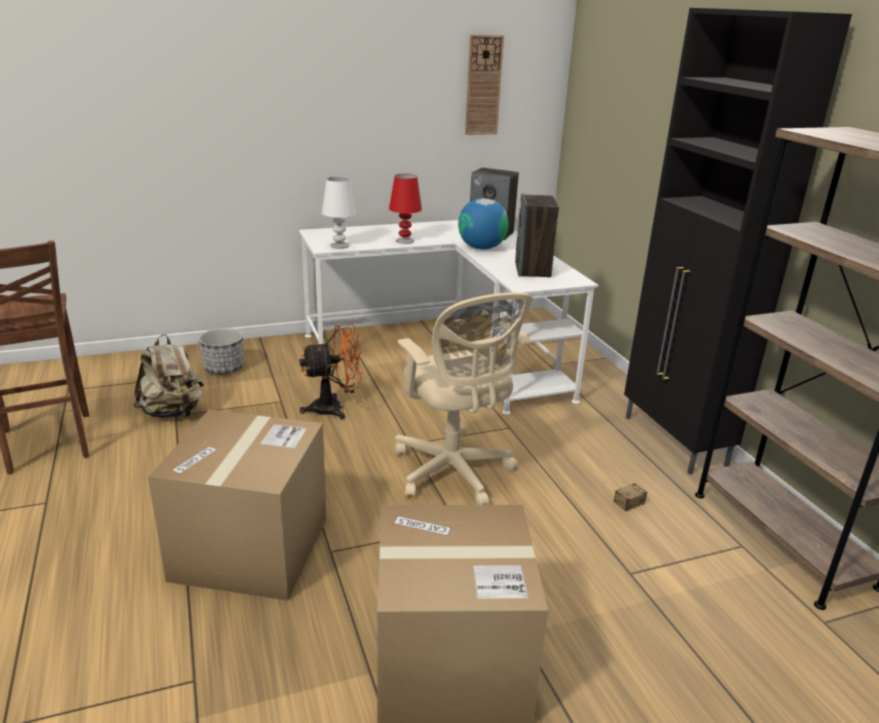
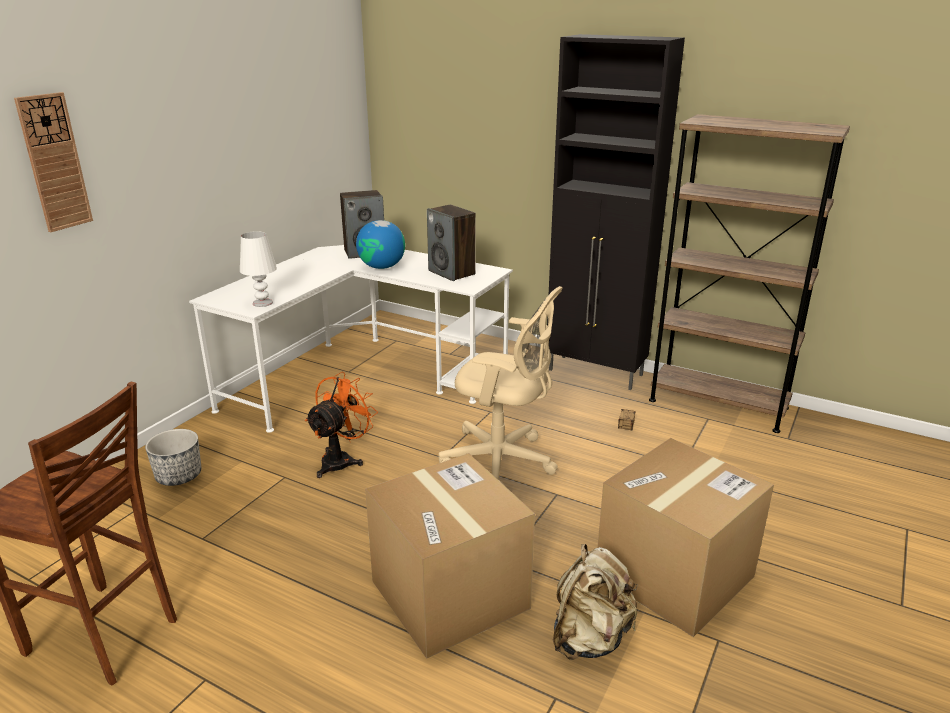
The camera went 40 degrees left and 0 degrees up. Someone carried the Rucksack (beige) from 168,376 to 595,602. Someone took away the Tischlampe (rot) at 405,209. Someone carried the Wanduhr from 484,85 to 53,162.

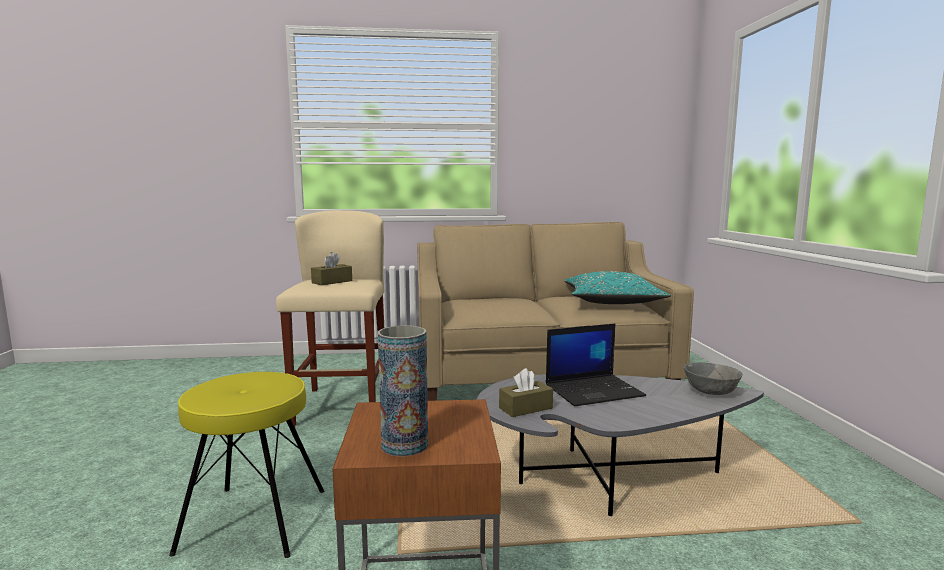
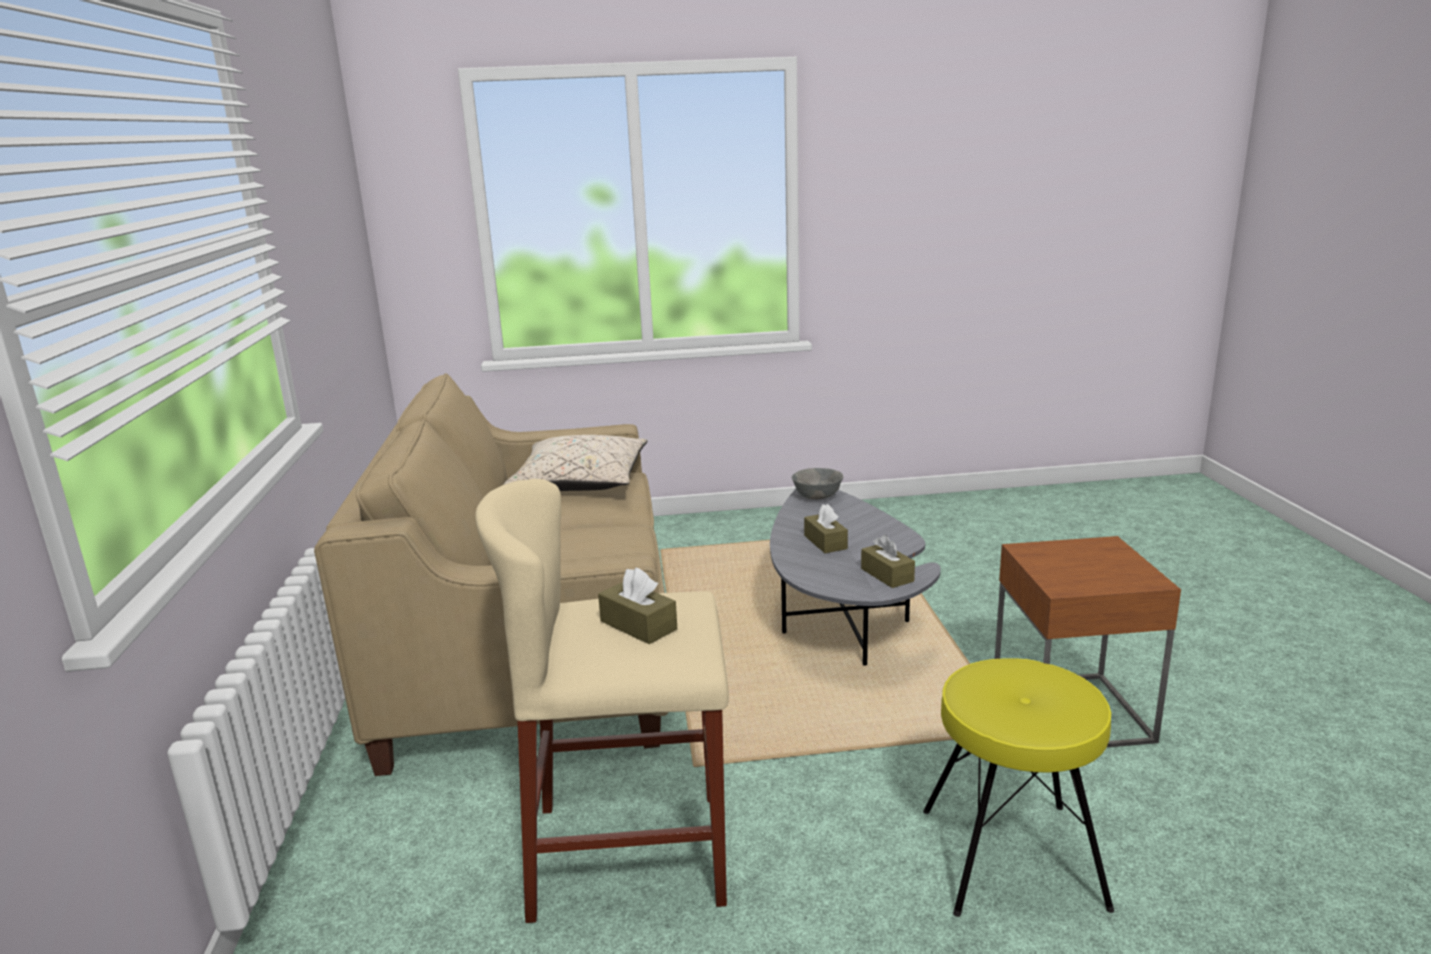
The camera went 90 degrees left and 10 degrees up. Someone took away the Vase at 403,391. Someone swapped the Laptop at 596,364 for the Taschentuchbox (braun) at 826,528. Someone repainted the Kissen (türkis) at 617,287, which became the Kissen (beige) at 575,463.

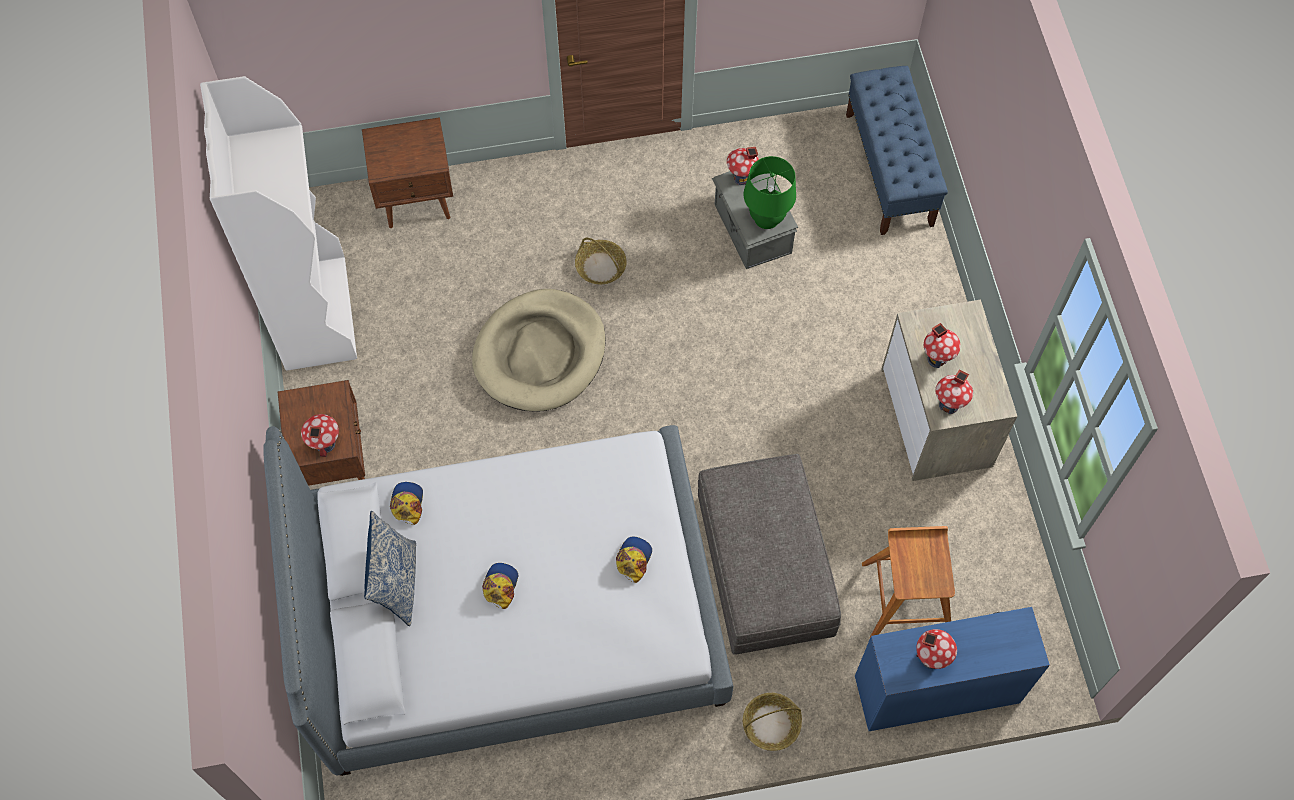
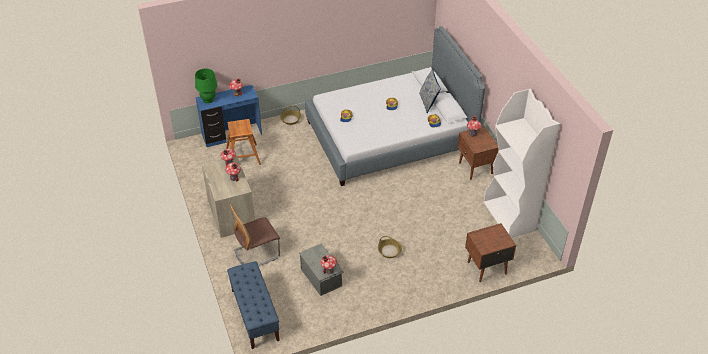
The camera went 170 degrees right and 20 degrees down. Someone took away the Hundebett (beige) at 539,350. Someone took away the Polsterhocker (grau) at 769,554. Someone carried the Tischlampe (grün) from 770,192 to 206,85. Someone put down the Stuhl at 255,235.

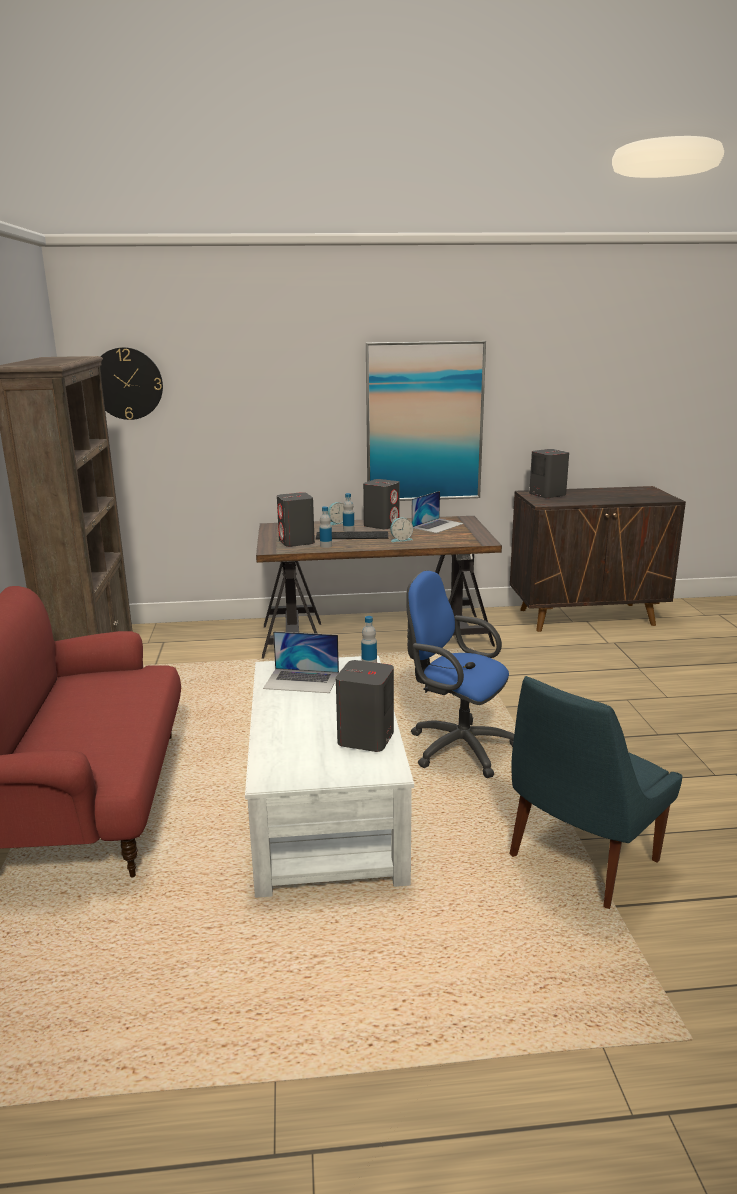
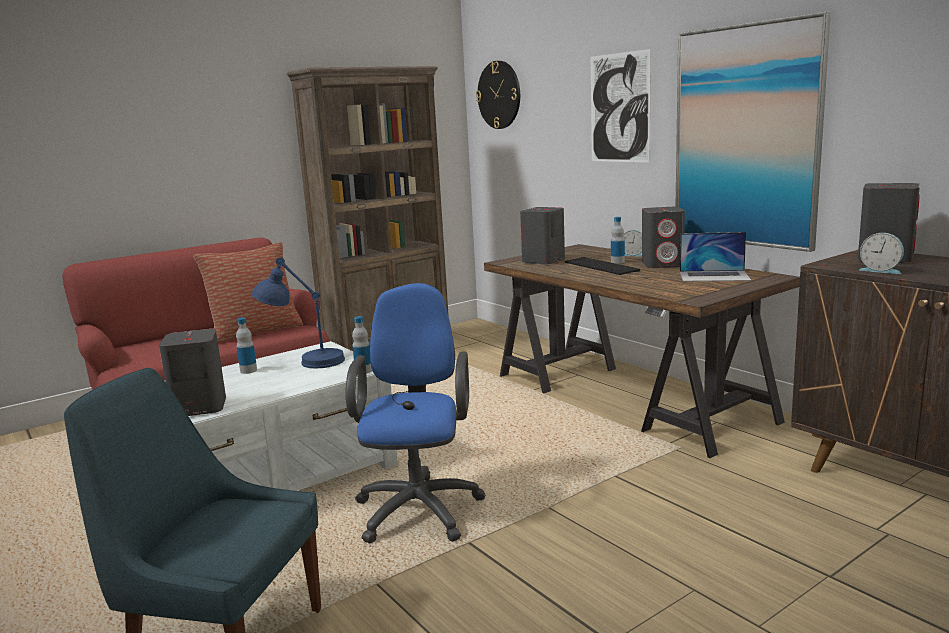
The camera went 60 degrees right and 5 degrees down. Someone swapped the Laptop at 301,662 for the Tischlampe (blau) at 298,312. Someone carried the Flasche from 325,527 to 246,345. Someone carried the Wecker from 401,530 to 881,253. Someone put down the Kissen at 248,292. Someone put up the Bild at 621,105.

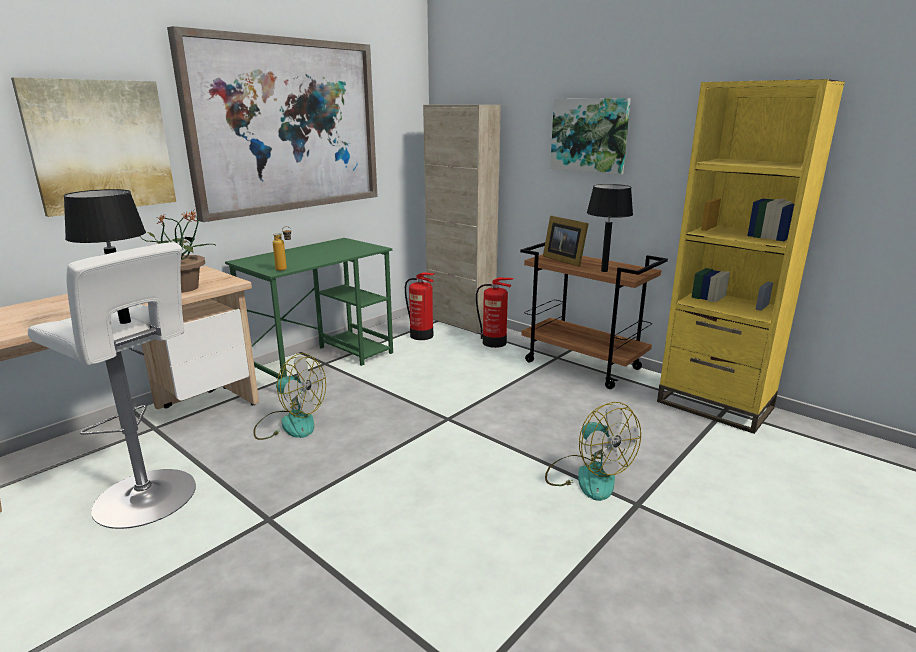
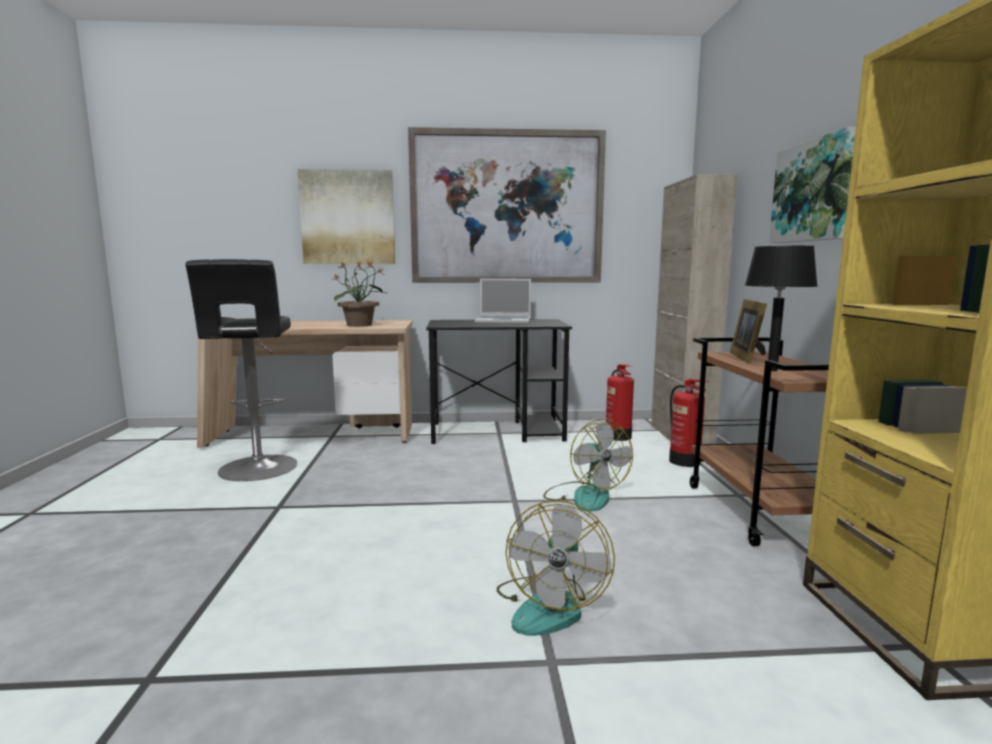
The camera went 45 degrees right and 10 degrees down. Someone repainted the Hocker (weiß) at 112,385, which became the Hocker (schwarz) at 242,370. Someone took away the Tischlampe (schwarz) at 104,256. Someone repainted the Schreibtisch (grün) at 309,308, which became the Schreibtisch (schwarz) at 499,381. Someone carried the Ventilator from 289,396 to 588,465. Someone took away the Flasche at 282,248. Someone put down the Laptop at 503,301.

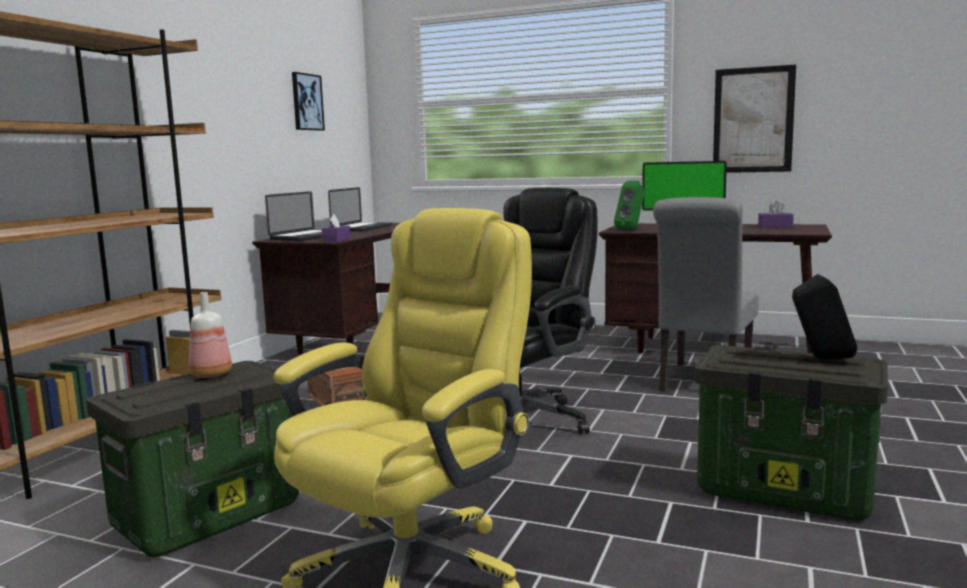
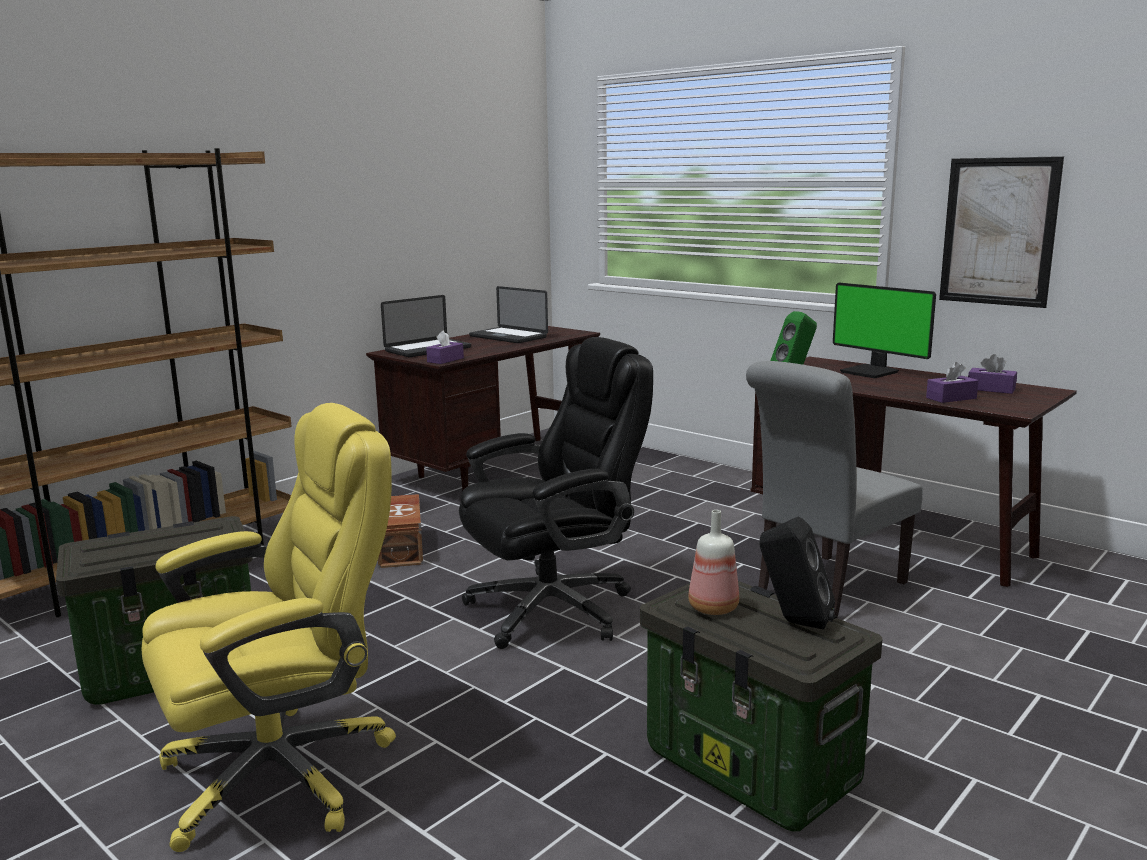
The camera went 20 degrees right and 5 degrees up. Someone carried the Flasche from 210,335 to 713,562. Someone took away the Bild at 308,101. Someone rotated the Laptop at 360,209 by 90 degrees clockwise. Someone put down the Taschentuchbox (lila) at 952,382.

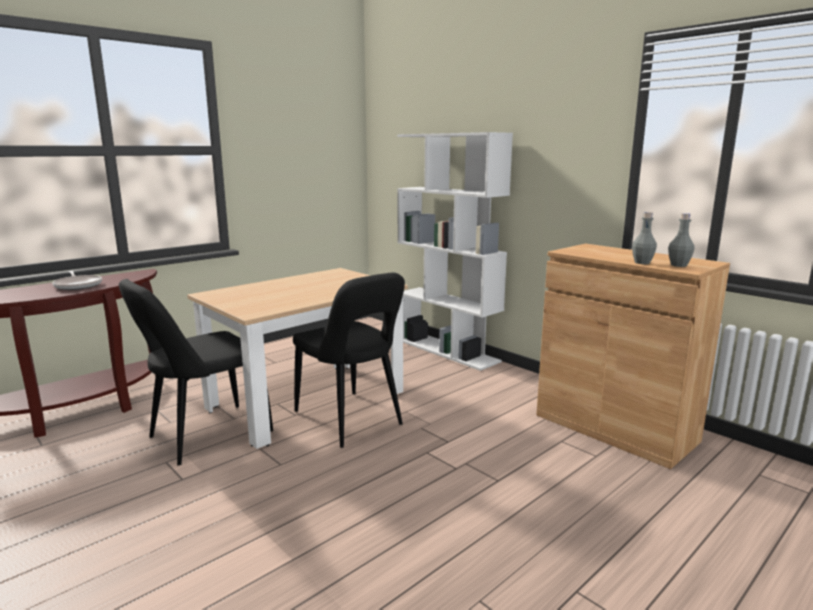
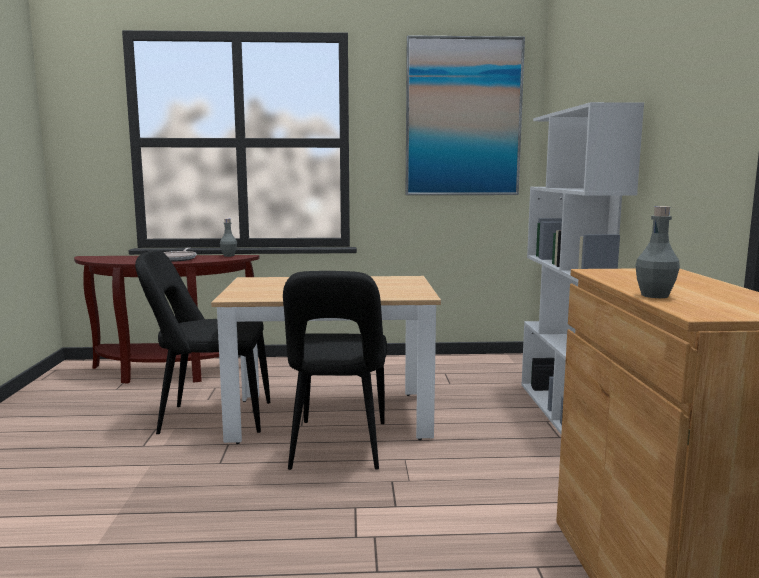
The camera went 40 degrees right and 5 degrees down. Someone carried the Flasche (grau) from 681,240 to 228,238. Someone put up the Bild at 465,115.

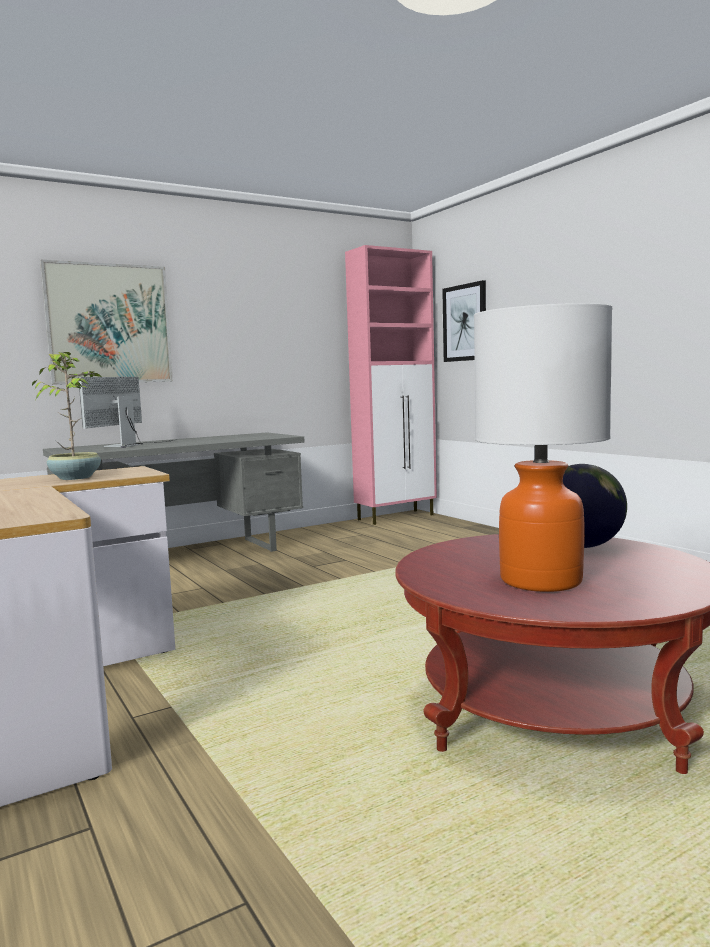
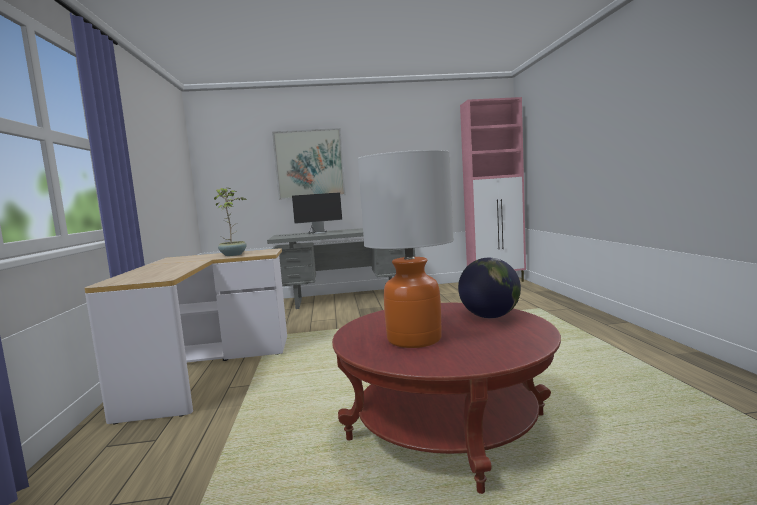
The camera went 25 degrees right and 0 degrees up. Someone rotated the Monitor at 126,412 by 150 degrees counterclockwise. Someone took away the Bild at 464,321.

